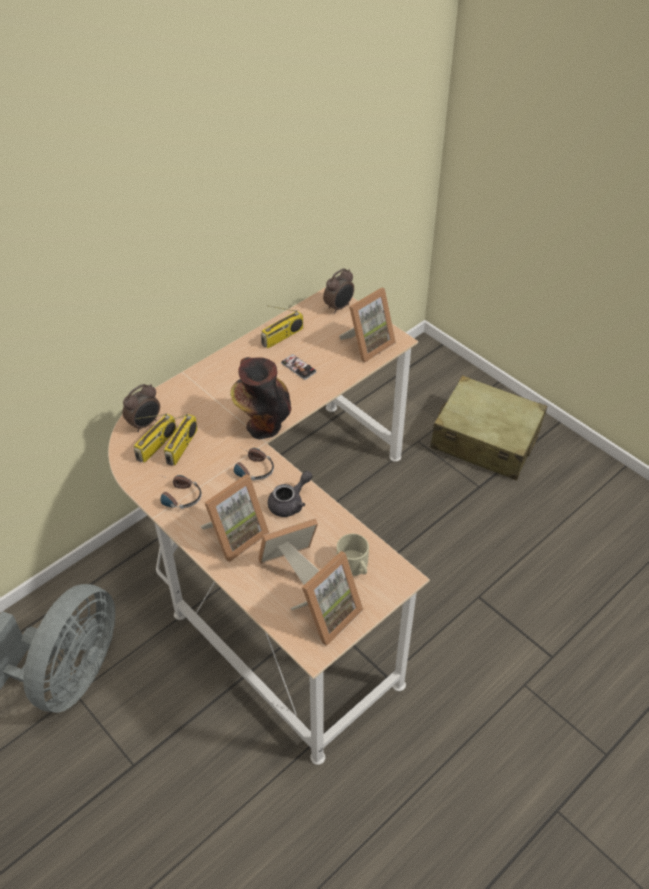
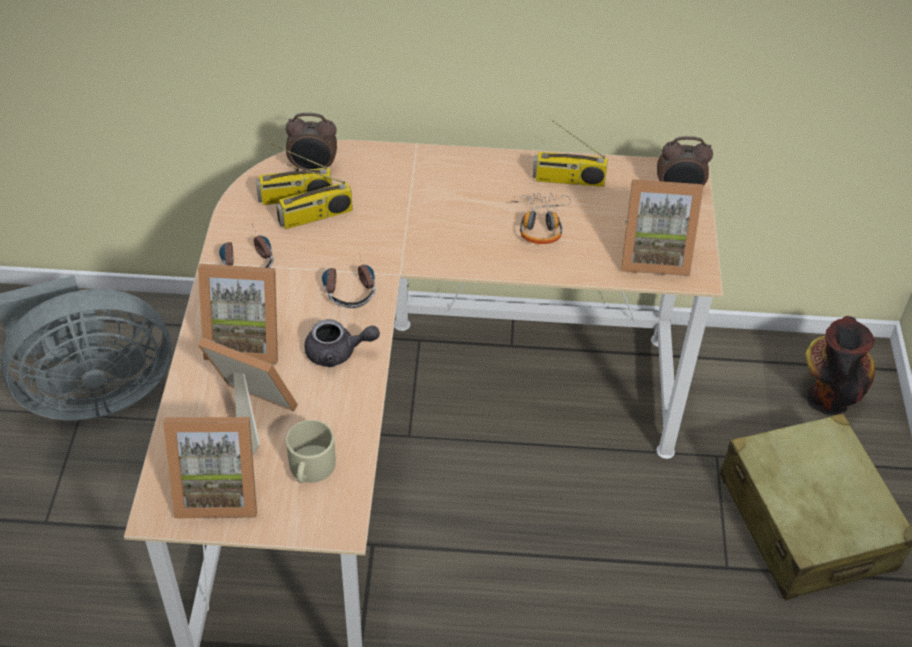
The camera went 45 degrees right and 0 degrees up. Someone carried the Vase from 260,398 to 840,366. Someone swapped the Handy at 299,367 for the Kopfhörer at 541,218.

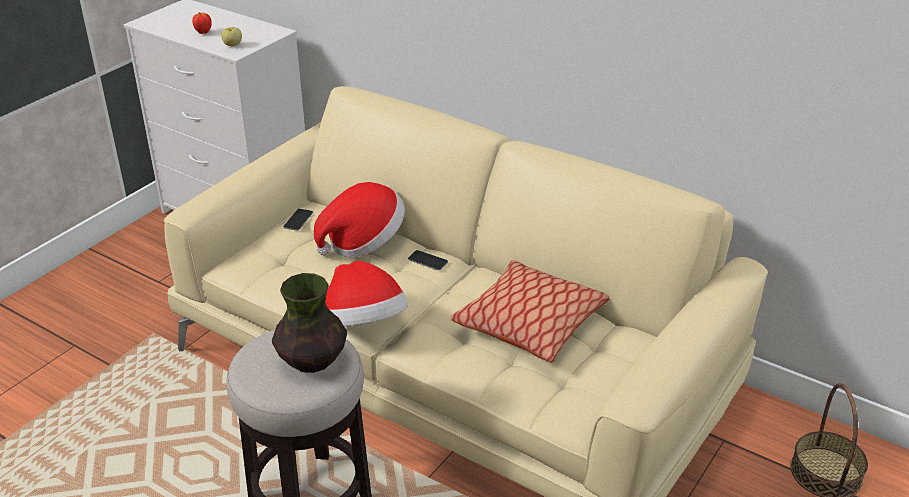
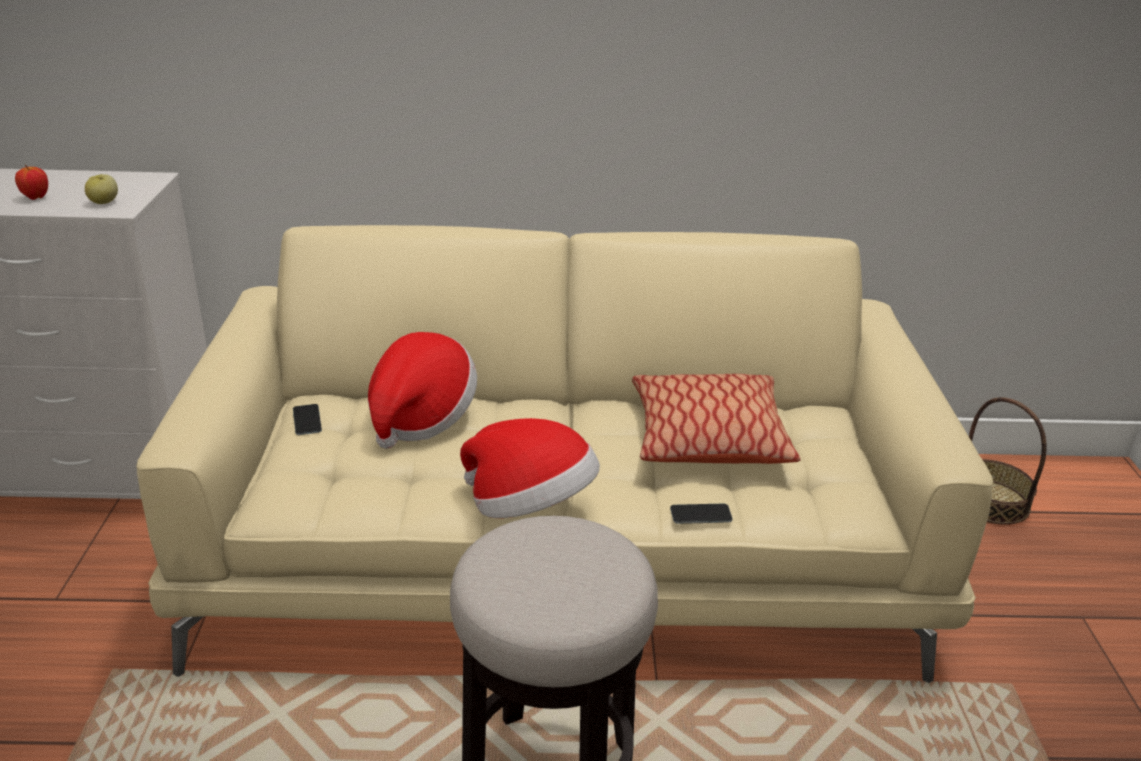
The camera went 35 degrees left and 5 degrees down. Someone took away the Vase at 309,323. Someone carried the Handy from 428,260 to 701,514.

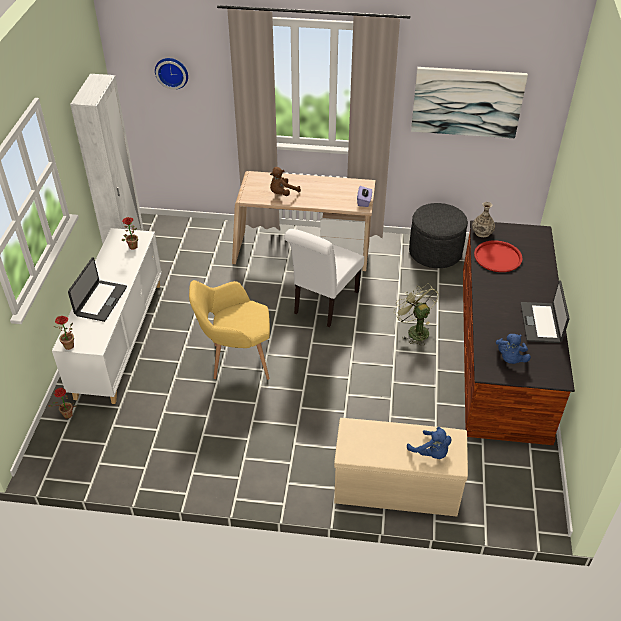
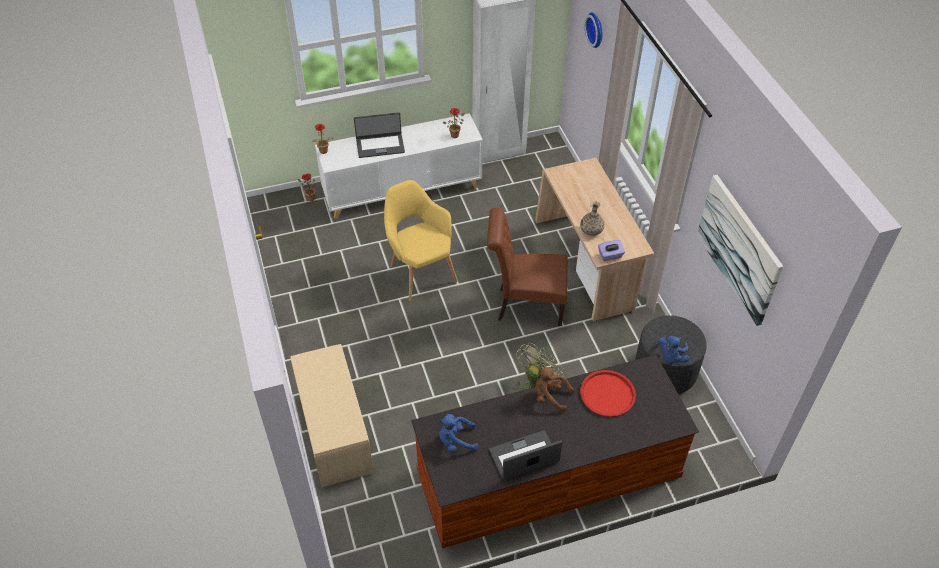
The camera went 65 degrees right and 5 degrees up. Someone carried the Plüschtier (braun) from 285,181 to 555,389. Someone repainted the Stuhl (weiß) at 324,278, which became the Stuhl (braun) at 527,267. Someone carried the Plüschtier (blau) from 429,443 to 673,349. Someone carried the Vase from 483,219 to 592,219.

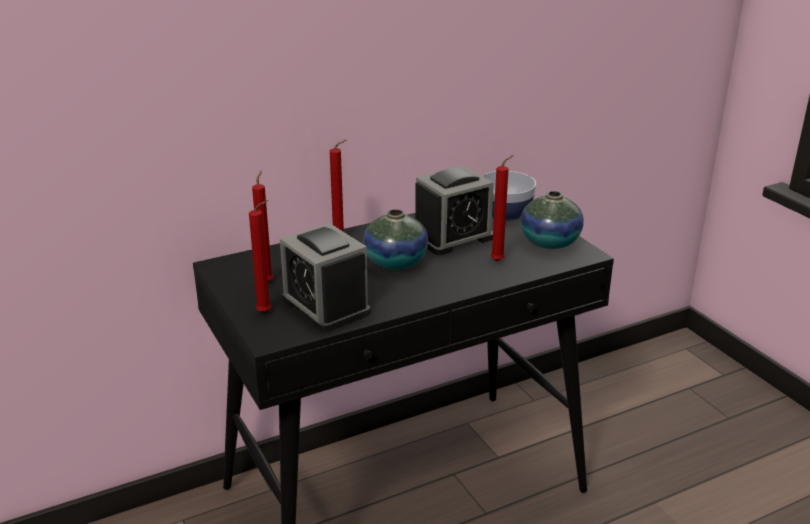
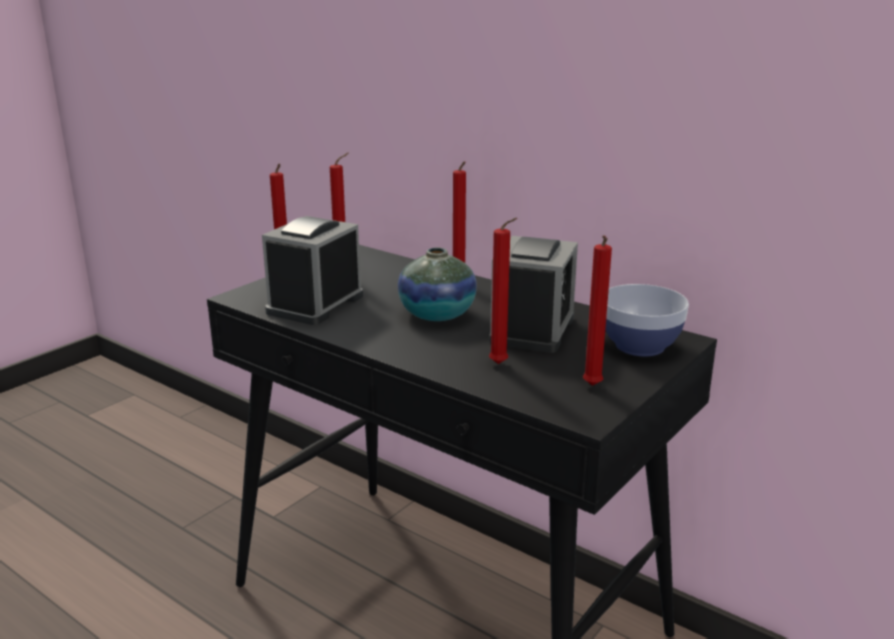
The camera went 65 degrees right and 5 degrees down. Someone rotated the Wecker at 454,210 by 105 degrees counterclockwise. Someone swapped the Vase at 552,220 for the Kerze (rot) at 597,310.

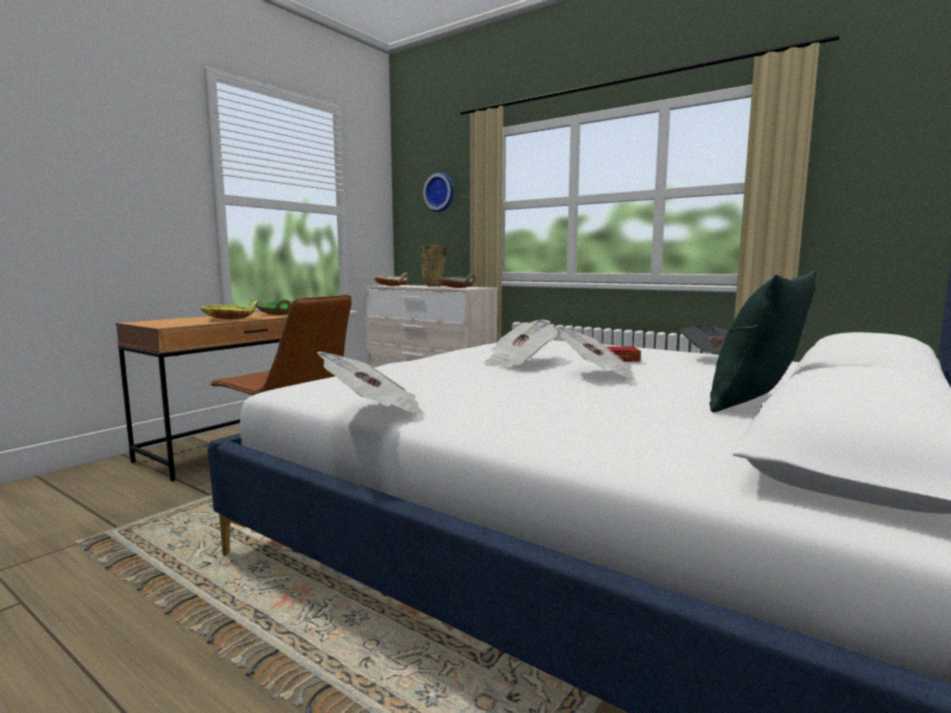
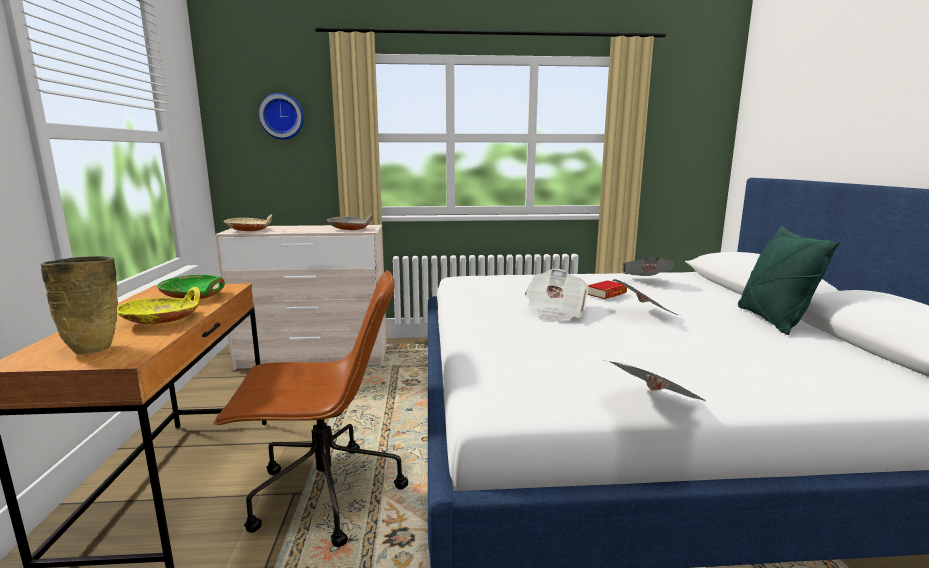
The camera went 40 degrees left and 5 degrees up. Someone carried the Vase (beige) from 434,266 to 79,305.

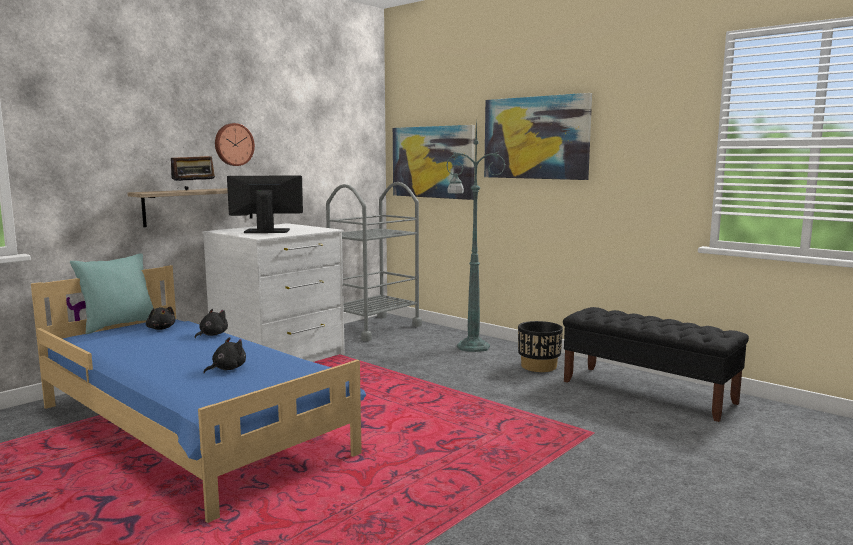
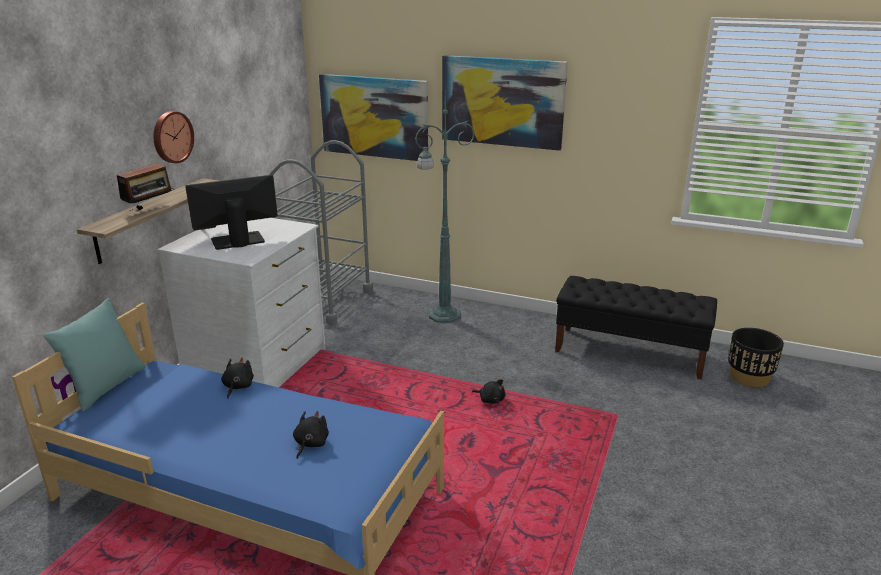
The camera went 20 degrees left and 15 degrees up. Someone carried the Plüschtier (schwarz) from 160,318 to 488,391. Someone carried the Pflanzkübel (schwarz) from 540,346 to 756,357.

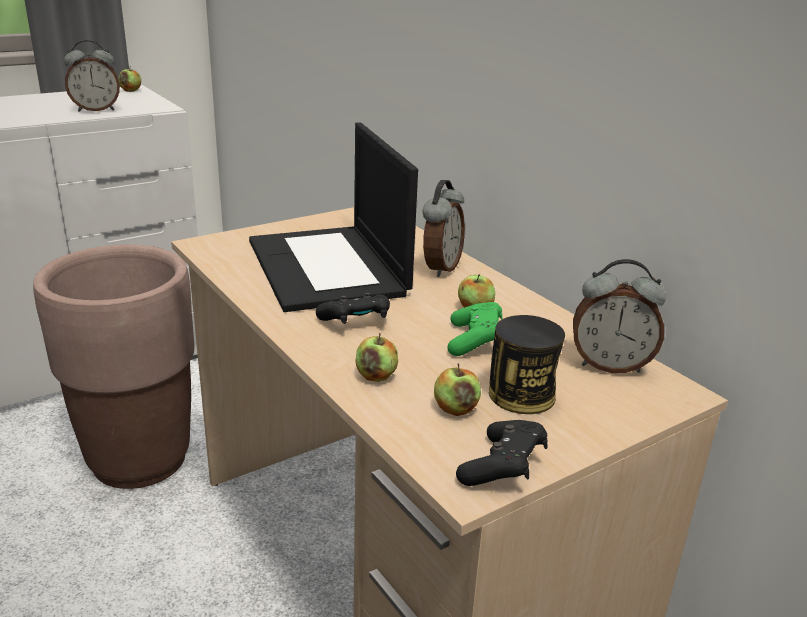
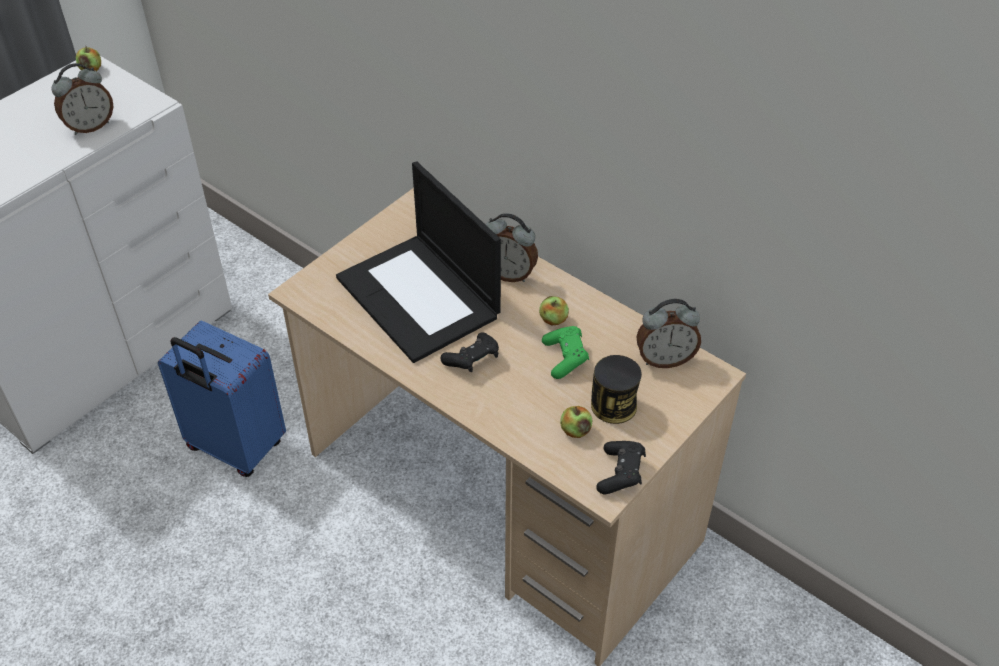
The camera went 15 degrees left and 20 degrees up. Someone swapped the Pflanzkübel (braun) at 113,367 for the Koffer (blau) at 222,399. Someone took away the Apfel at 376,357. Someone rotated the Wecker at 443,228 by 105 degrees clockwise.

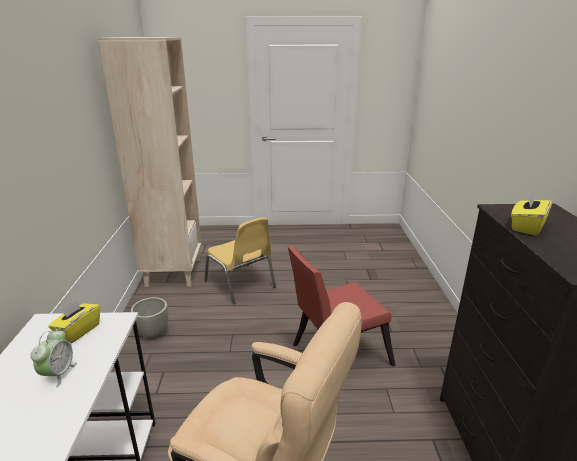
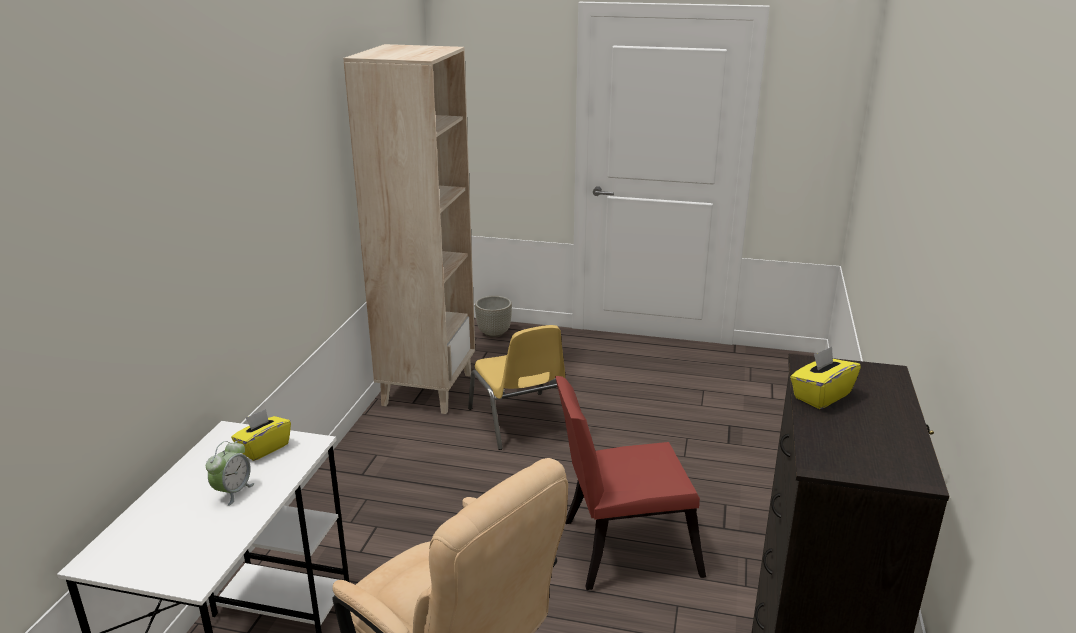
The camera went 15 degrees right and 0 degrees up. Someone carried the Pflanzkübel (grau) from 149,318 to 493,317.

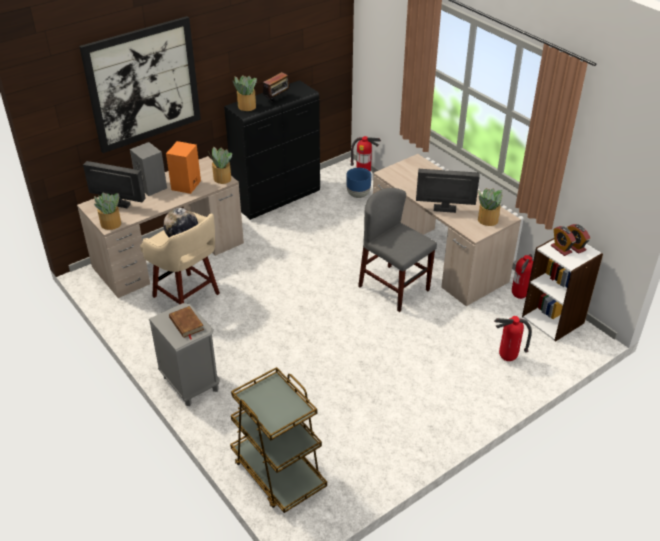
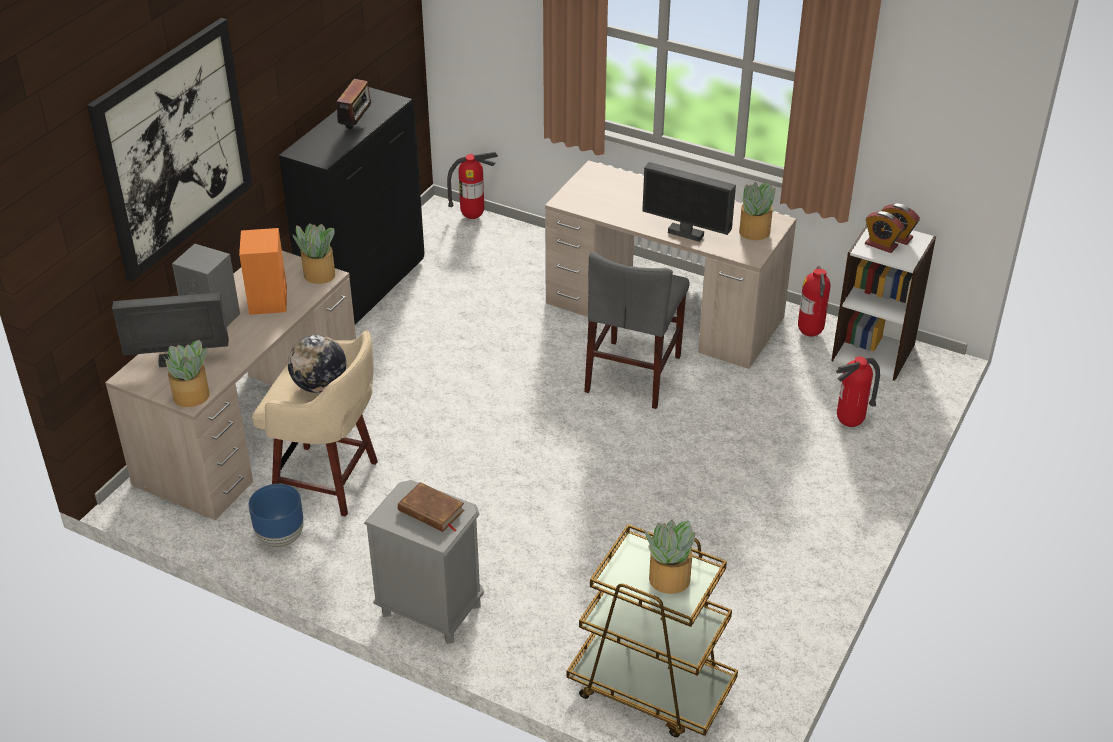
The camera went 25 degrees left and 0 degrees up. Someone carried the Topfpflanze from 245,93 to 670,557. Someone carried the Pflanzkübel (blau) from 358,183 to 276,515. Someone rotated the Stuhl (grau) at 397,250 by 90 degrees counterclockwise. Someone rotated the Monitor at 448,191 by 135 degrees counterclockwise.

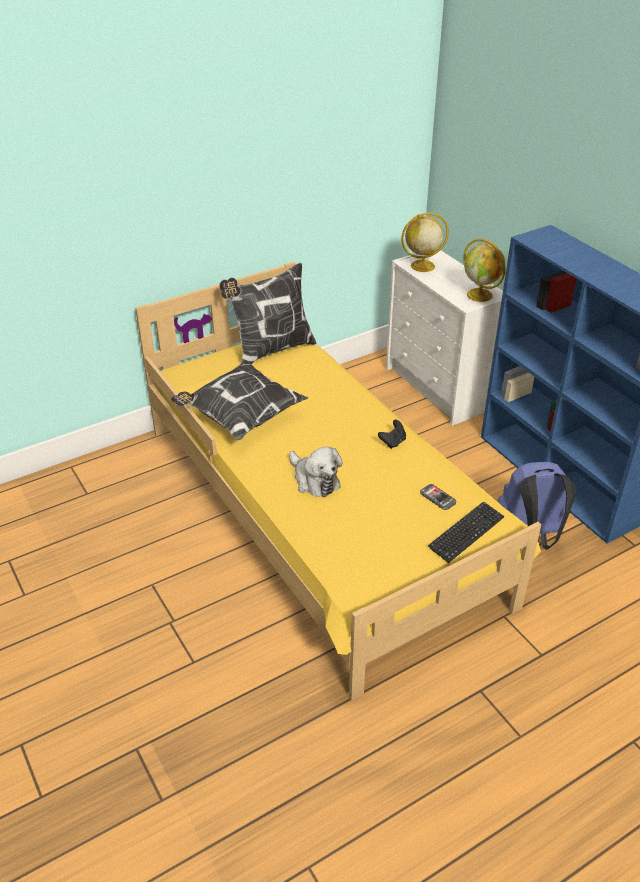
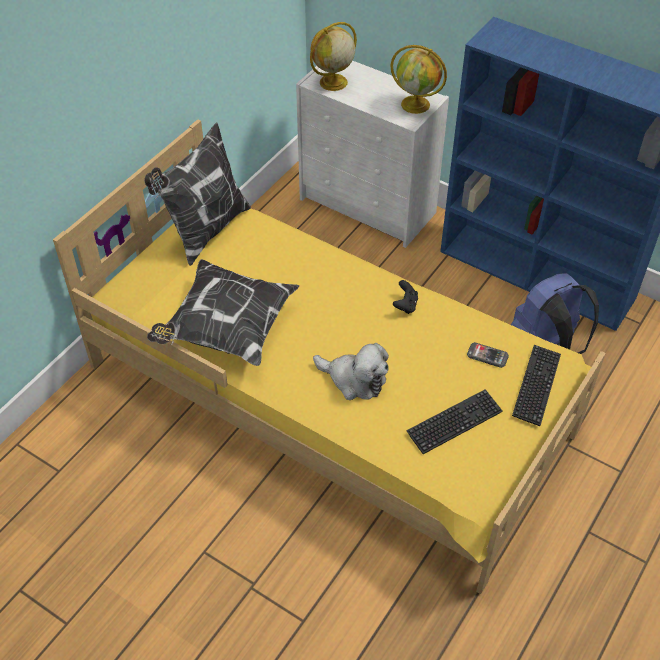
The camera went 25 degrees left and 10 degrees up. Someone put down the Tastatur at 454,421.

